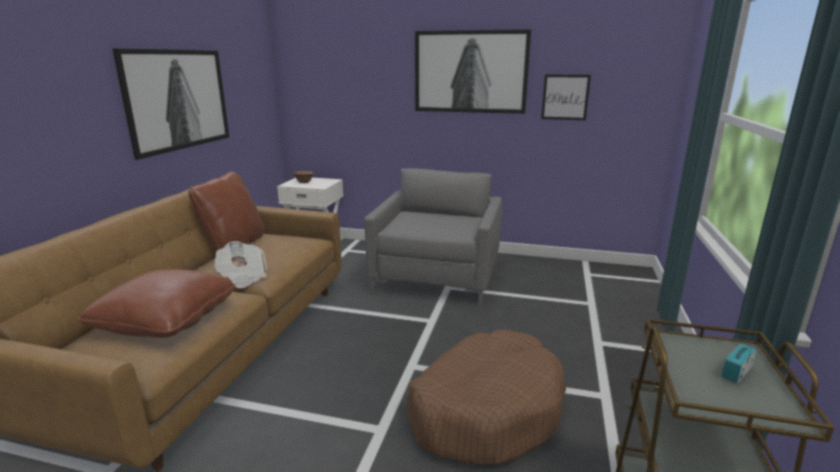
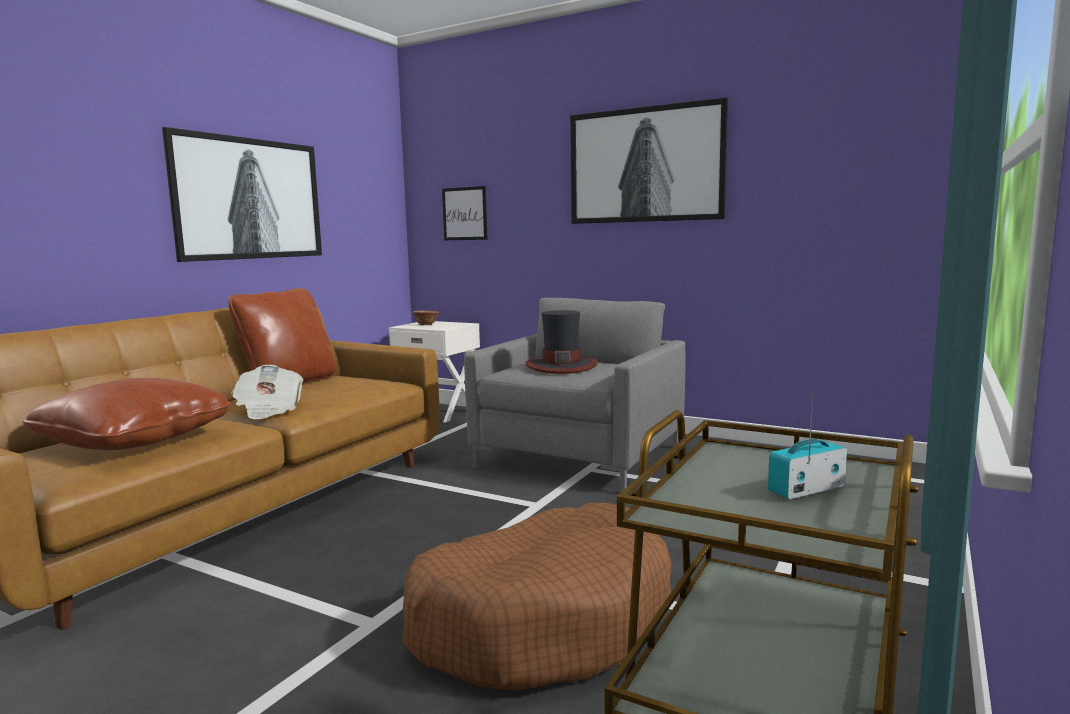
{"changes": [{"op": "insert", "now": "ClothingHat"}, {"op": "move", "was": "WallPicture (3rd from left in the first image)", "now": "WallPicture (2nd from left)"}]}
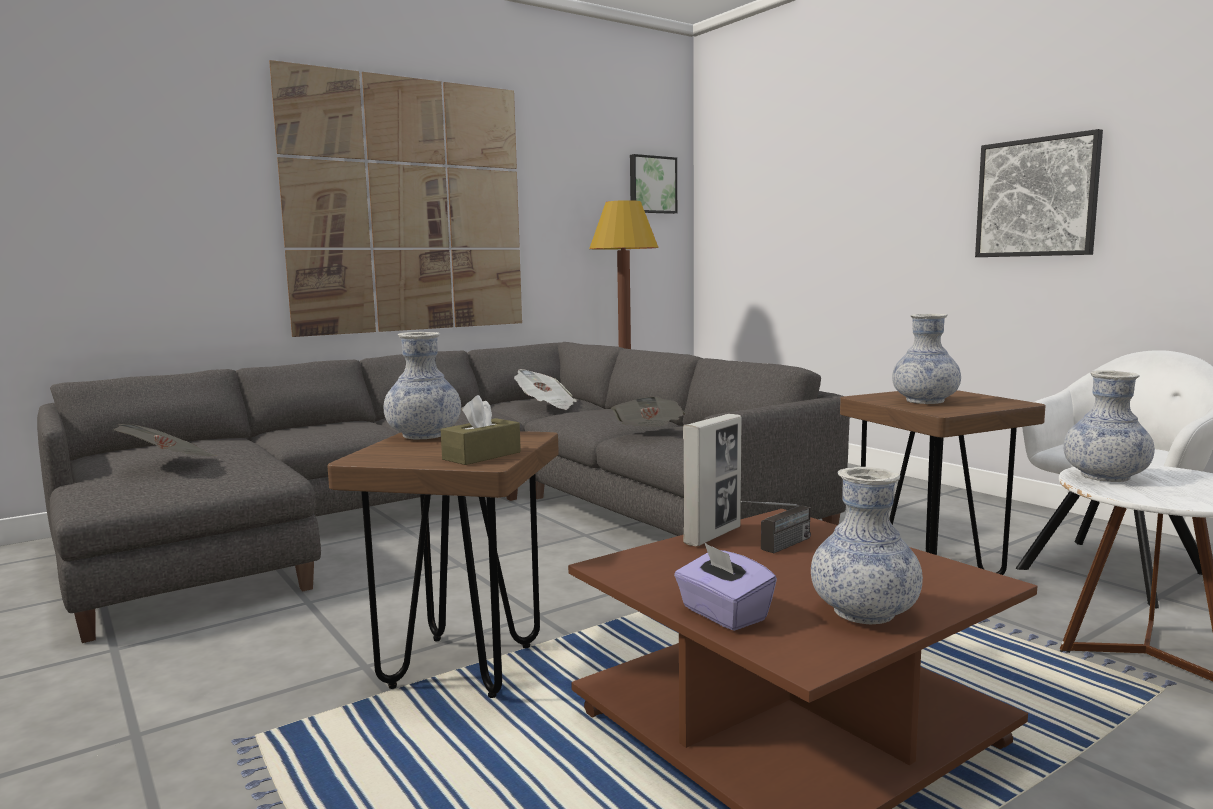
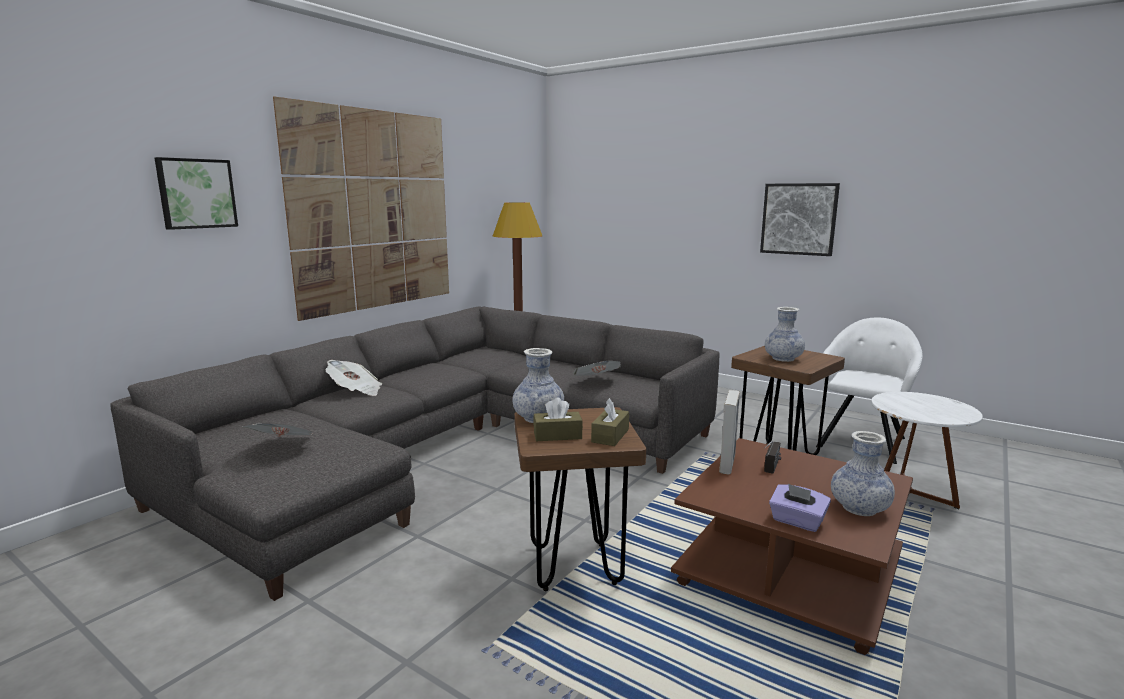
{"changes": [{"op": "delete", "was": "FlowerVase (4th from left)"}, {"op": "insert", "now": "BrownishTissueHolder (1st from left)"}, {"op": "move", "was": "DailyPaper (2nd from left)"}, {"op": "move", "was": "WallPicture (2nd from left in the first image)", "now": "WallPicture (1st from left)"}]}
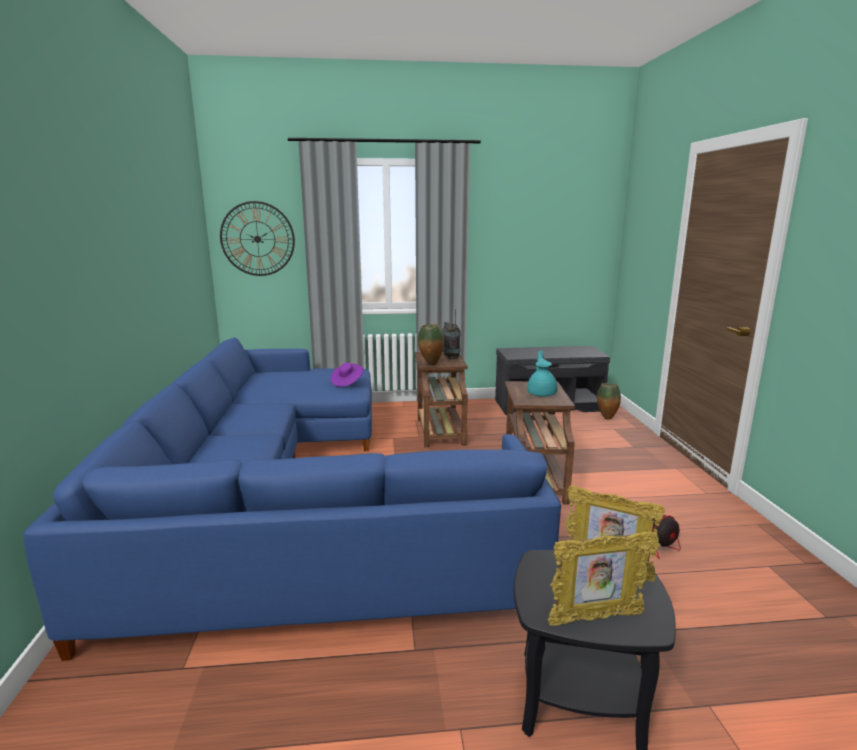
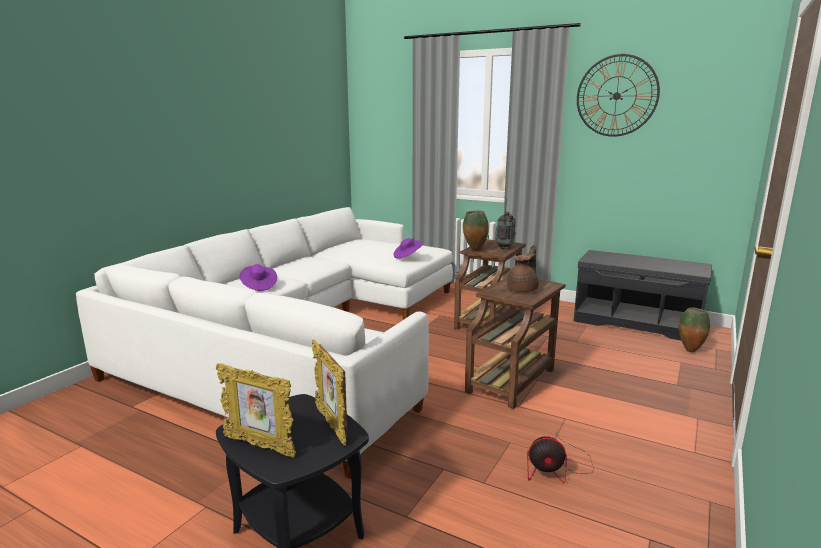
{"changes": [{"op": "insert", "now": "PurpleClothingHat (1st from left)"}, {"op": "move", "was": "ClockOnTheWall"}, {"op": "recolor", "was": "BlueColouredSofa", "now": "WhiteSofa"}, {"op": "recolor", "was": "BlueGreenTeaPot", "now": "BrownishTeaPot"}]}
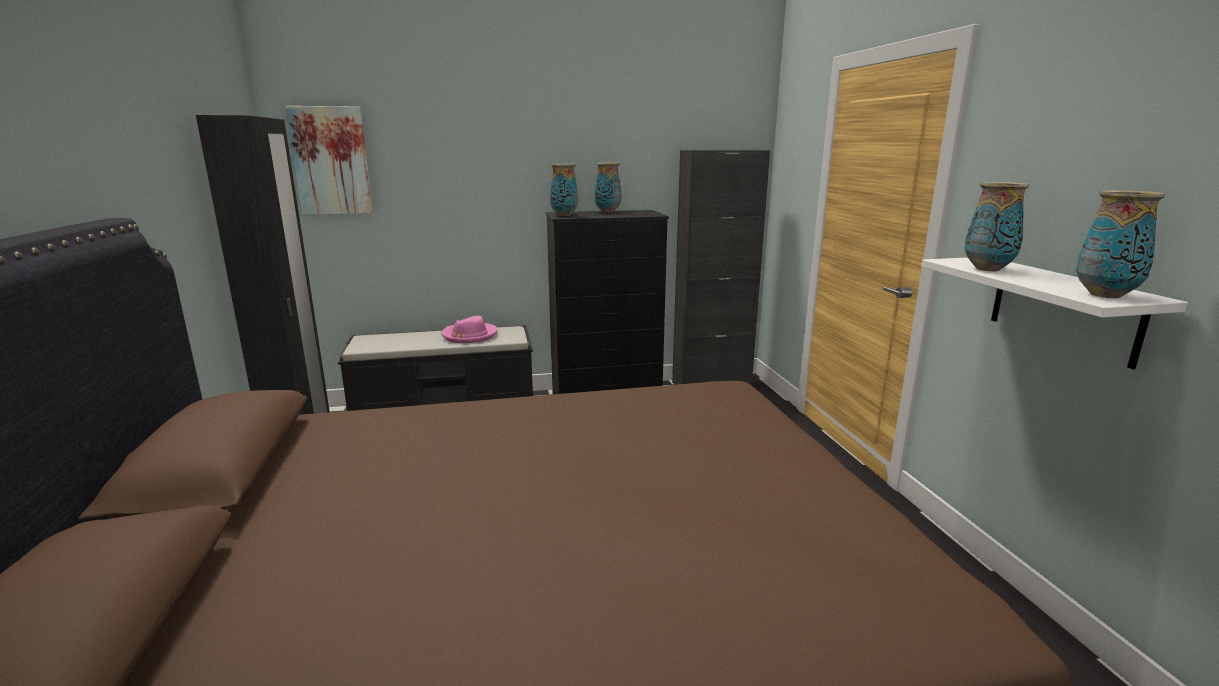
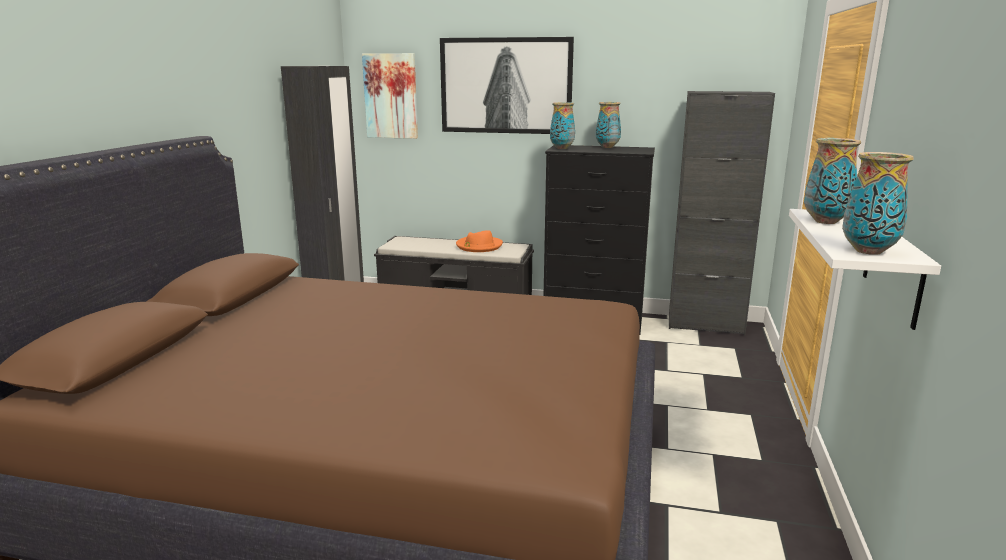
{"changes": [{"op": "insert", "now": "WallPicture (2nd from left)"}, {"op": "recolor", "was": "PinkClothingHat", "now": "OrangeyClothingHat"}]}
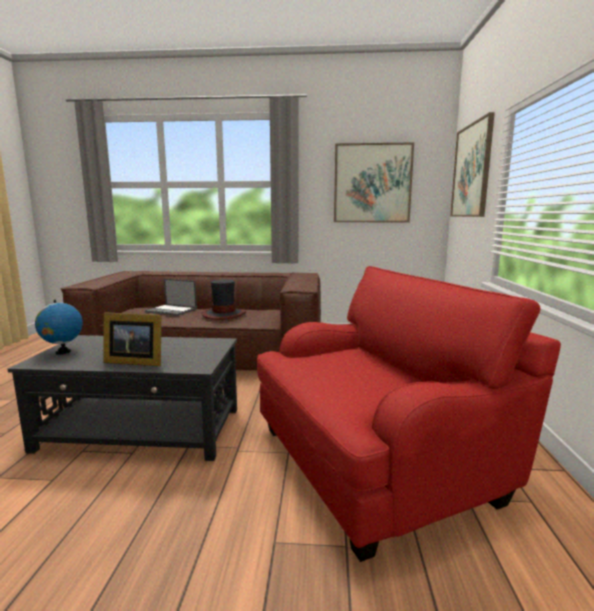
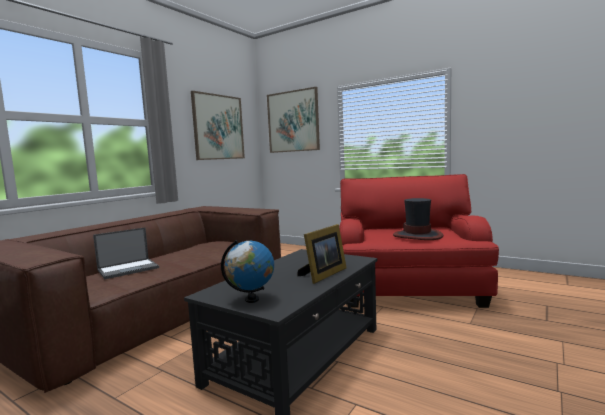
{"changes": [{"op": "move", "was": "ClothingHat"}]}
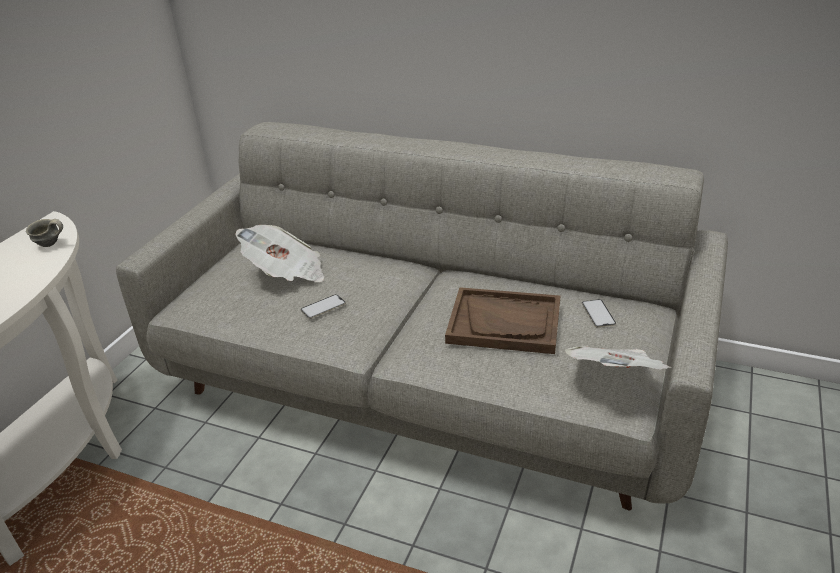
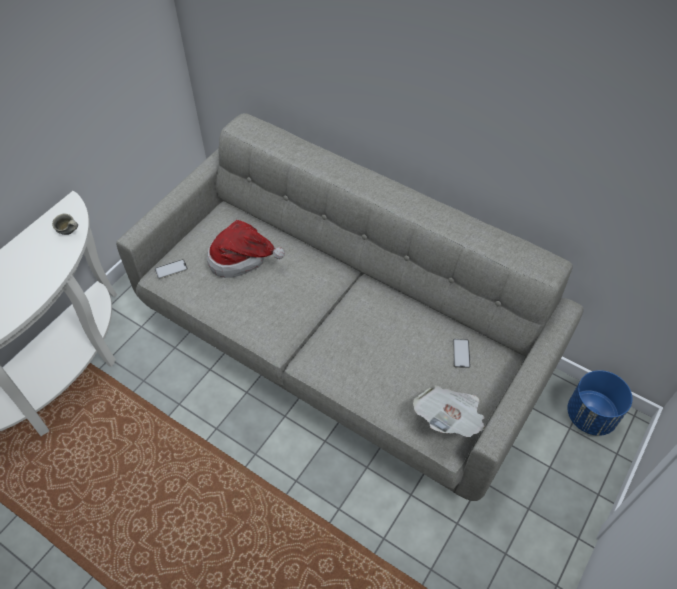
{"changes": [{"op": "delete", "was": "BrownishCarryingTray"}, {"op": "insert", "now": "BlueColouredFlowerPot"}, {"op": "move", "was": "Handset (1st from left)"}, {"op": "replace", "was": "DailyPaper (1st from left)", "now": "ClothingHat"}]}
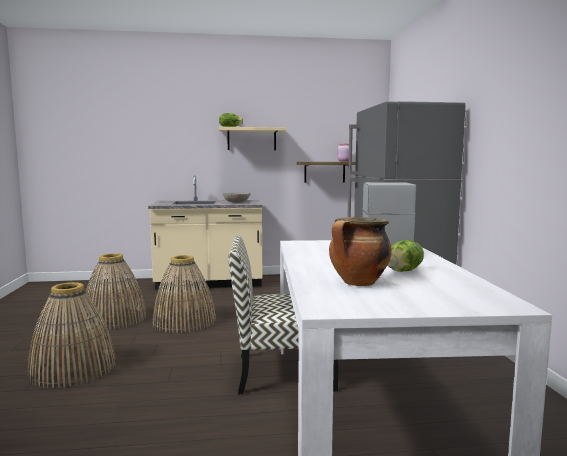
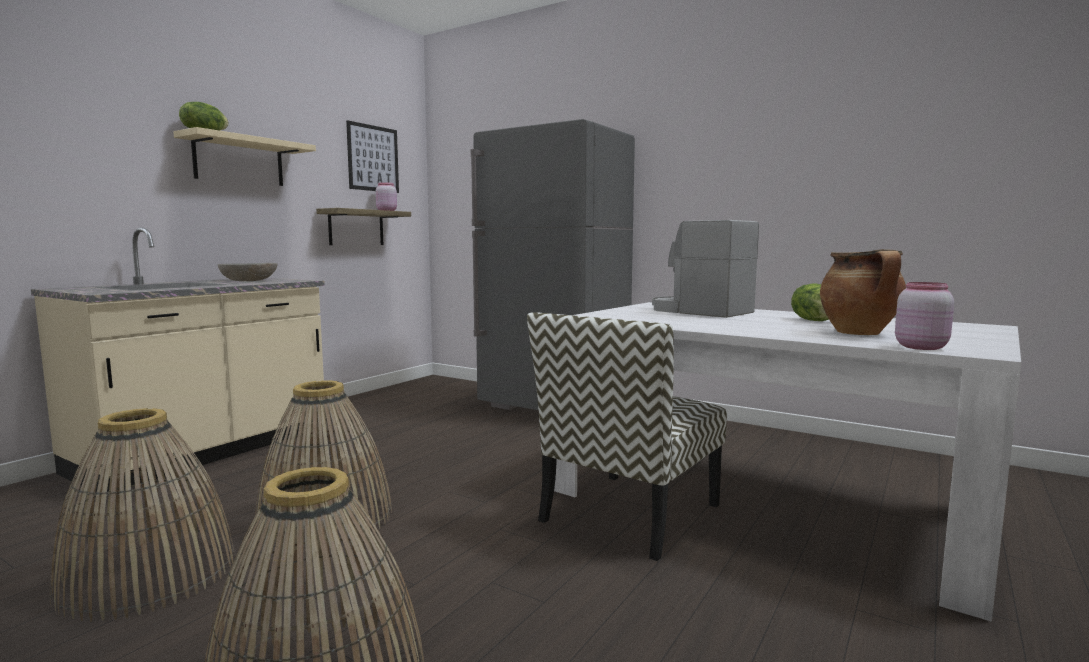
{"changes": [{"op": "insert", "now": "WallPicture"}, {"op": "insert", "now": "PinkPreserveJar (2nd from left)"}]}
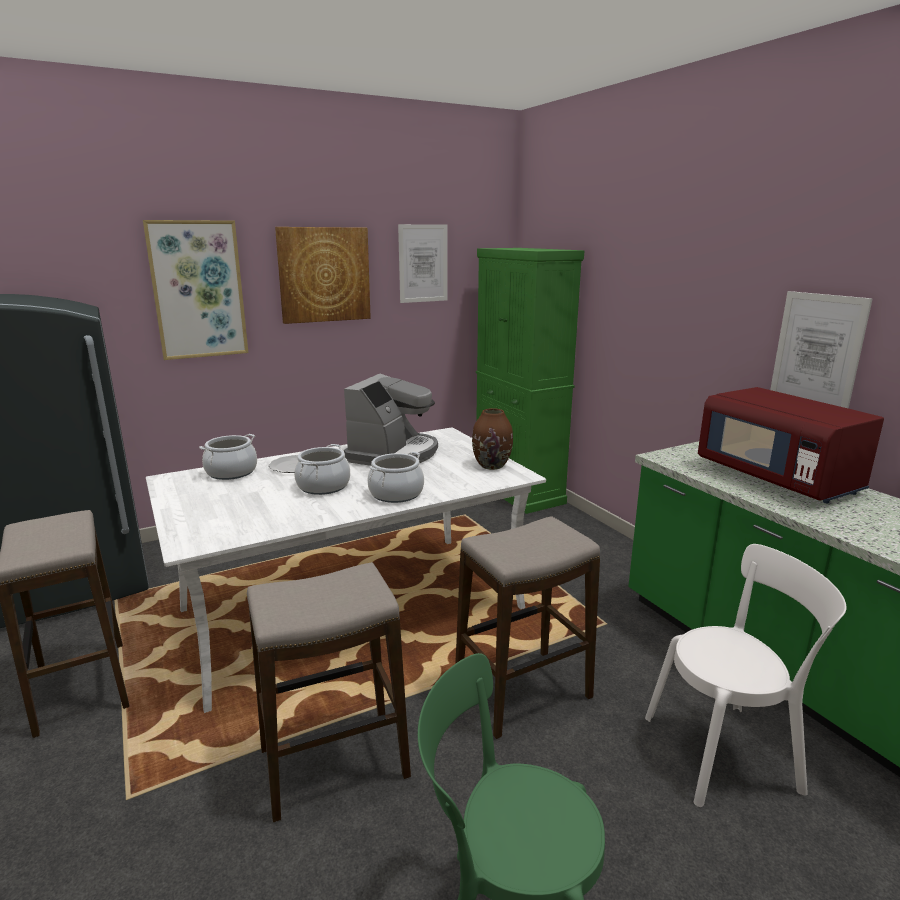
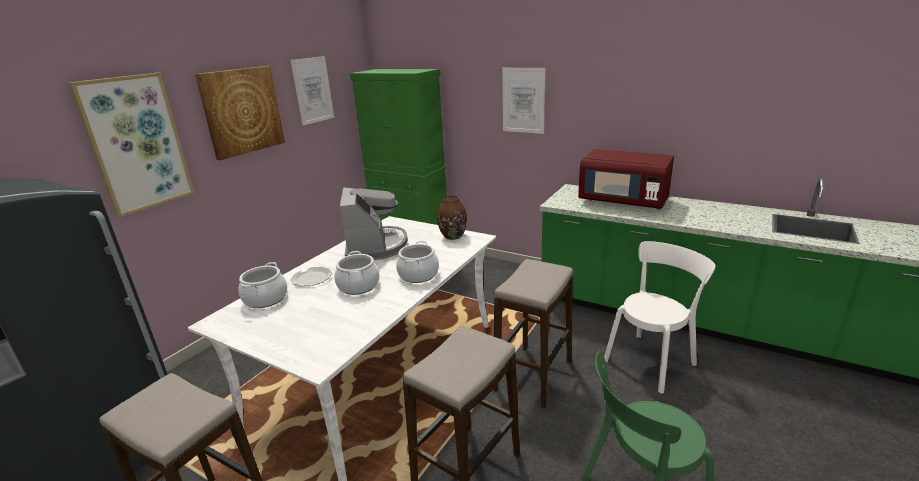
{"changes": [{"op": "move", "was": "WallPicture (4th from left)"}]}
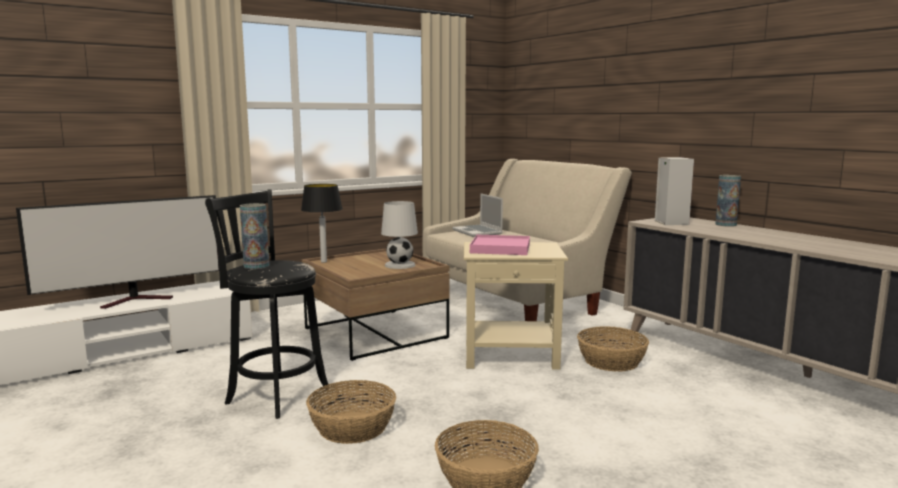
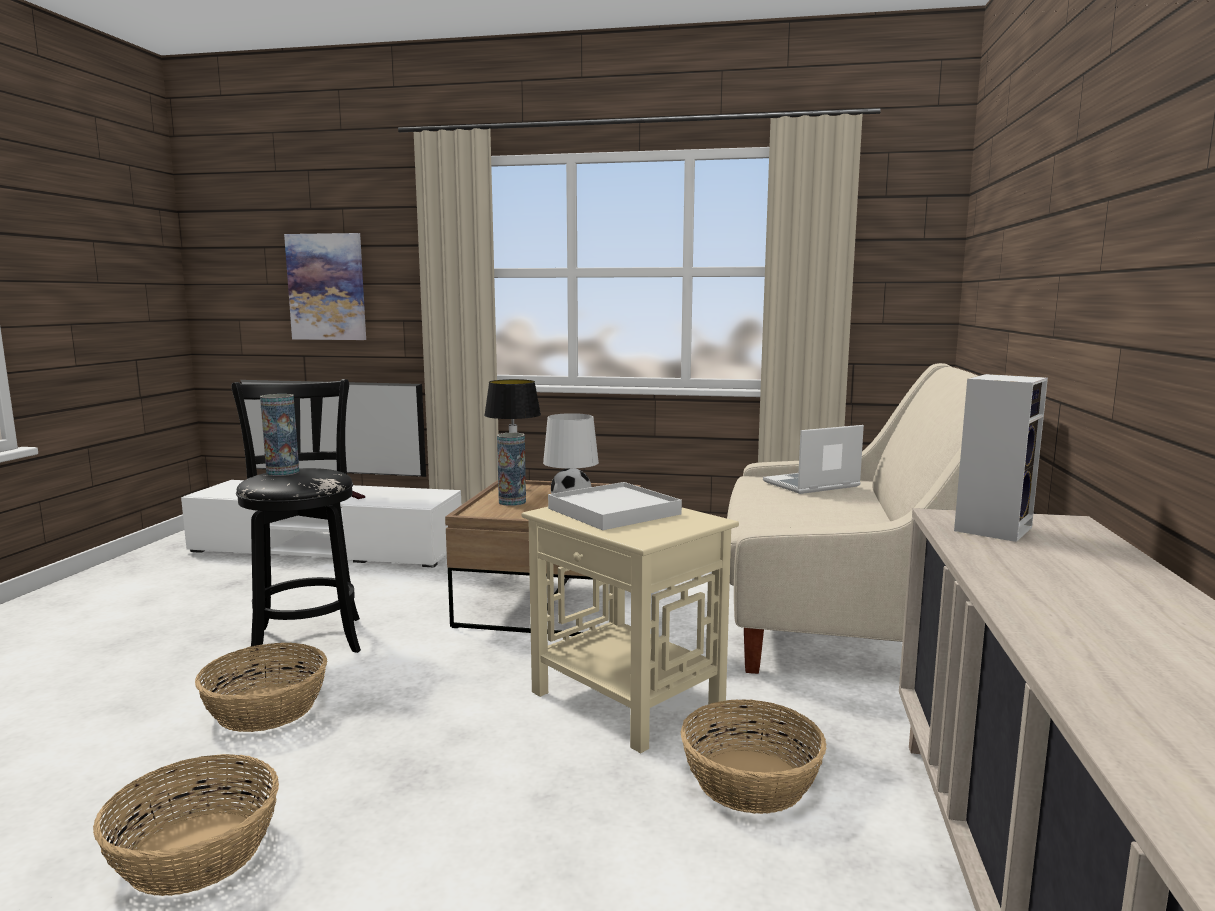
{"changes": [{"op": "insert", "now": "WallPicture"}, {"op": "move", "was": "FlowerVase (2nd from left)"}, {"op": "recolor", "was": "PinkCarryingTray", "now": "WhiteCarryingTray"}, {"op": "rotate", "was": "NotebookComputer", "clockwise": 45}]}
